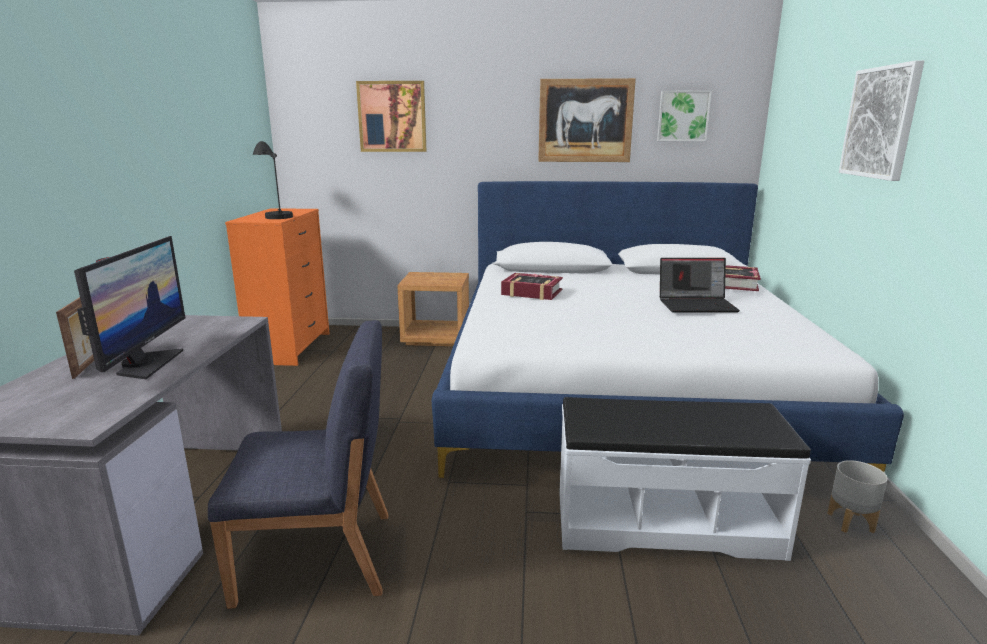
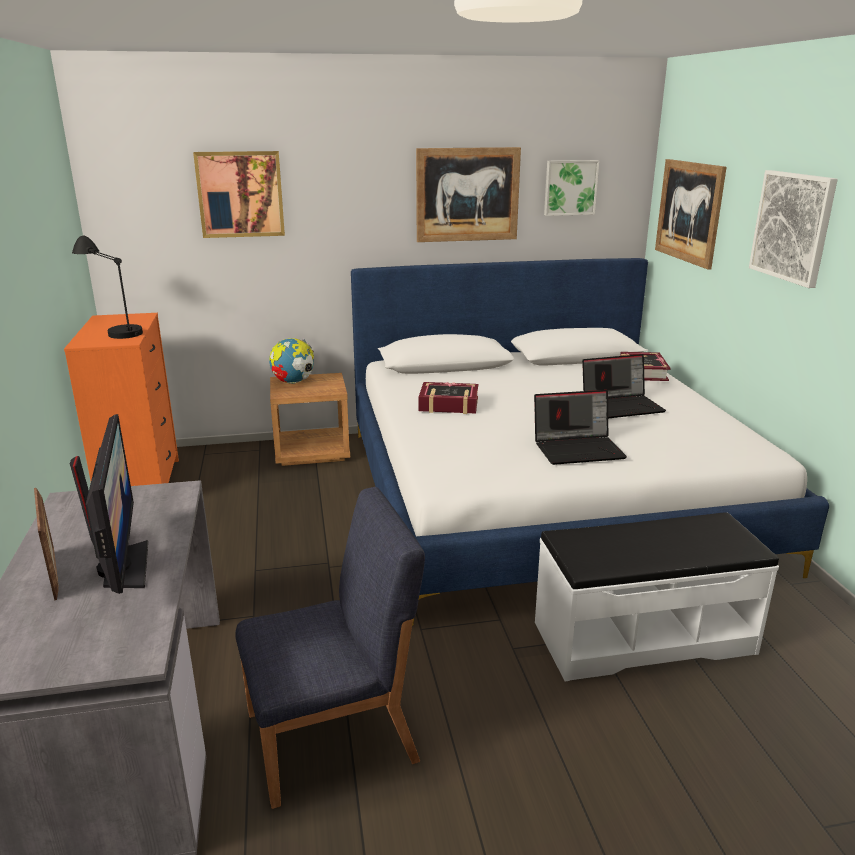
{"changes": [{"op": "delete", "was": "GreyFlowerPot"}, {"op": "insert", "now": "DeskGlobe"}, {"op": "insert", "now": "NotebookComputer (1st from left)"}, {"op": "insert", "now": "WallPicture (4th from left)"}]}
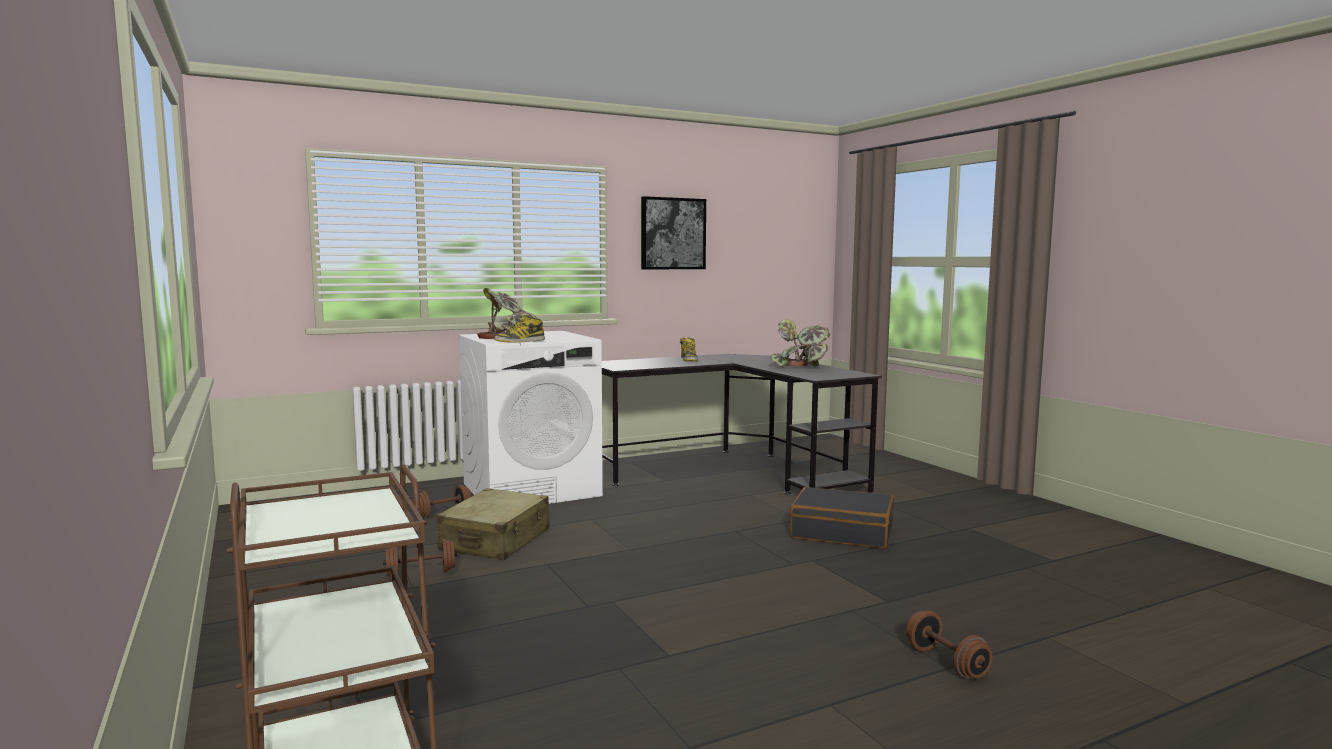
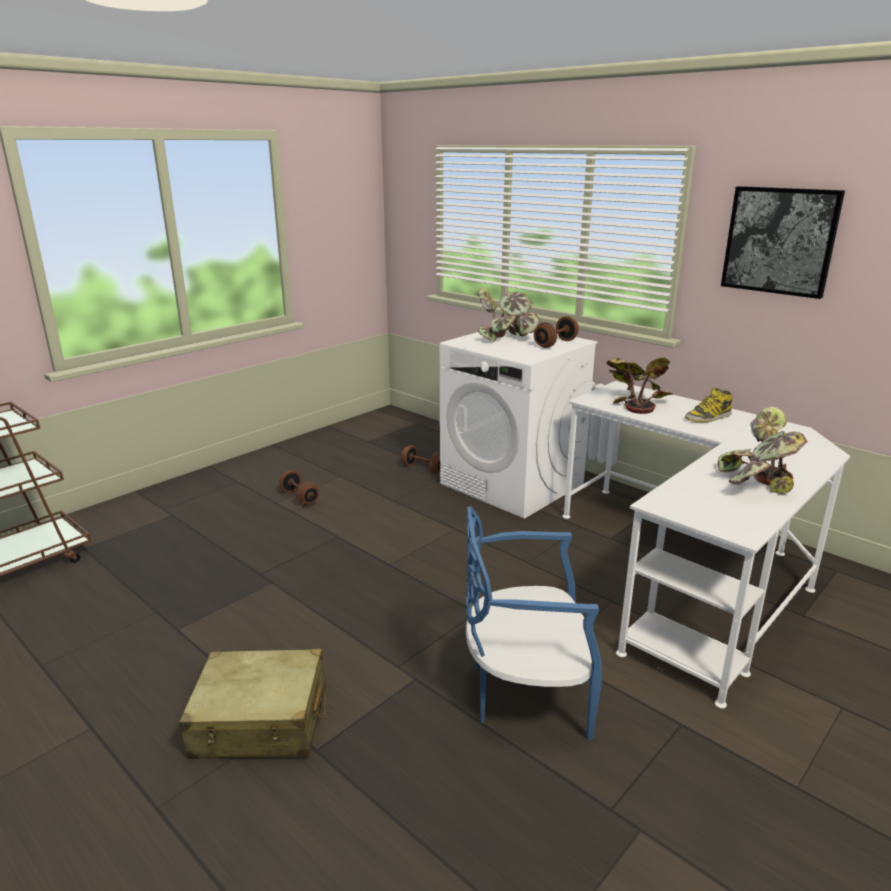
{"changes": [{"op": "delete", "was": "Boot (1st from left)"}, {"op": "insert", "now": "Houseplant (2nd from left)"}, {"op": "move", "was": "SandColouredSuitcase"}, {"op": "move", "was": "BrownishDumbbell (3rd from left)"}, {"op": "replace", "was": "BlackSuitcase", "now": "BlueColouredUprightChair"}, {"op": "recolor", "was": "BlackDesk", "now": "WhiteDesk"}]}
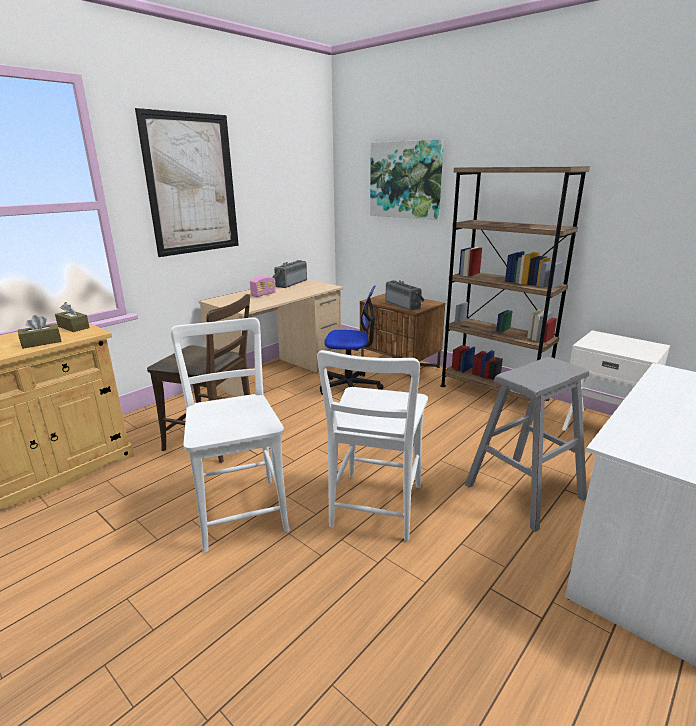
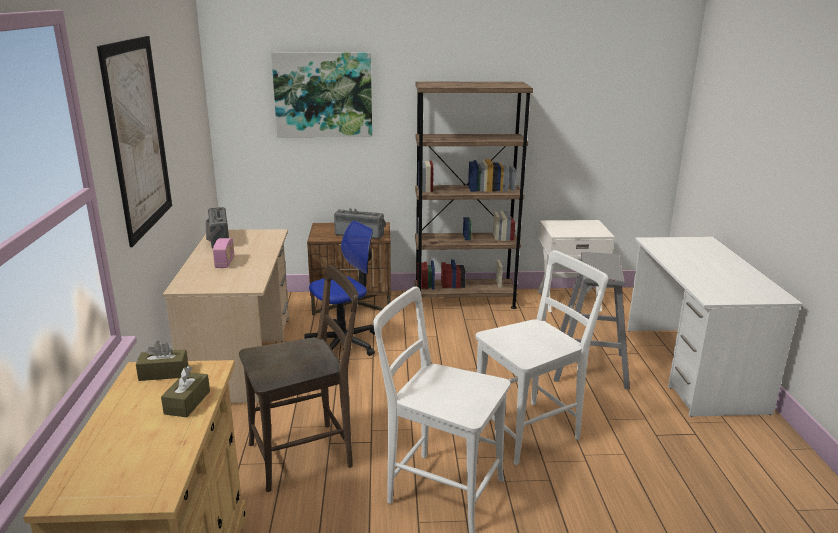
{"changes": [{"op": "rotate", "was": "WhiteUprightChair (2nd from left)", "clockwise": -90}]}
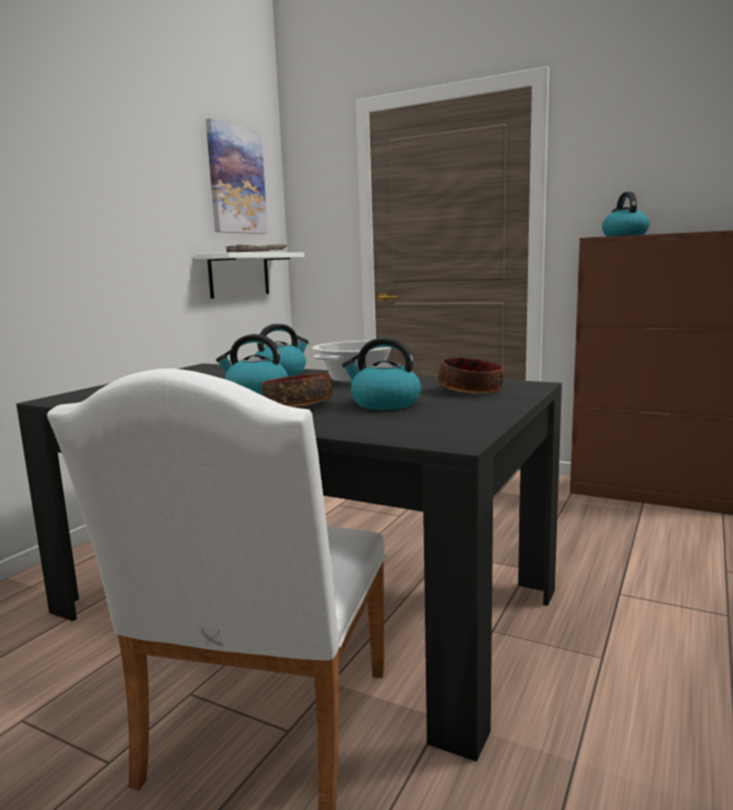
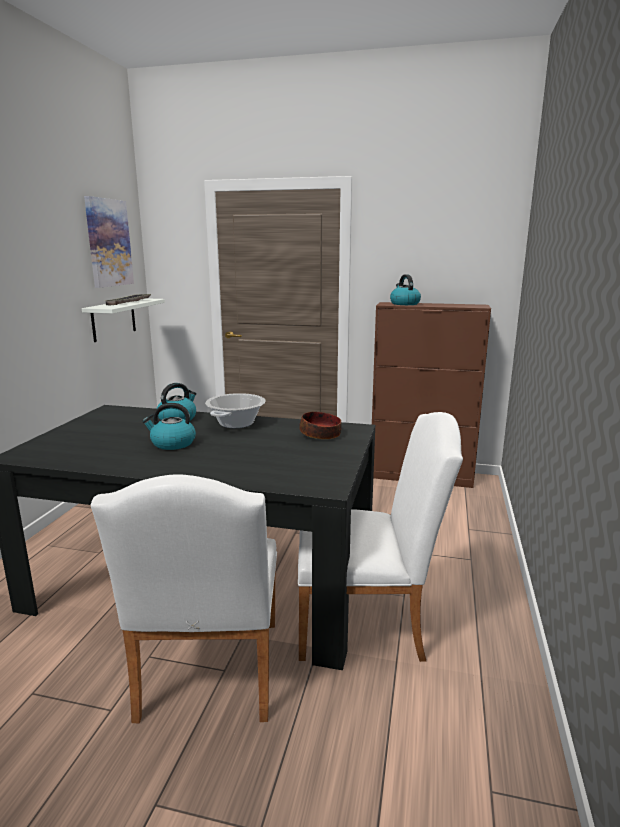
{"changes": [{"op": "delete", "was": "DeepDish (1st from left)"}, {"op": "delete", "was": "Kettle (3rd from left)"}, {"op": "insert", "now": "WhiteUprightChair (2nd from left)"}]}
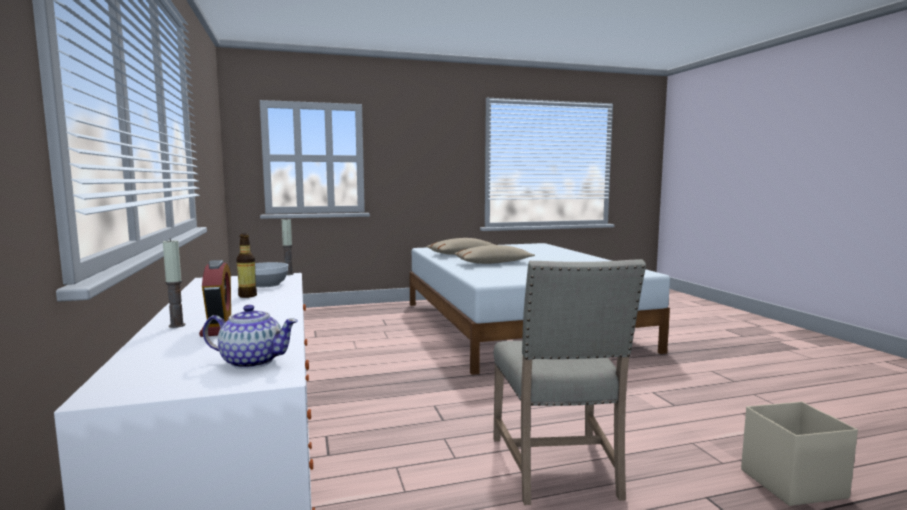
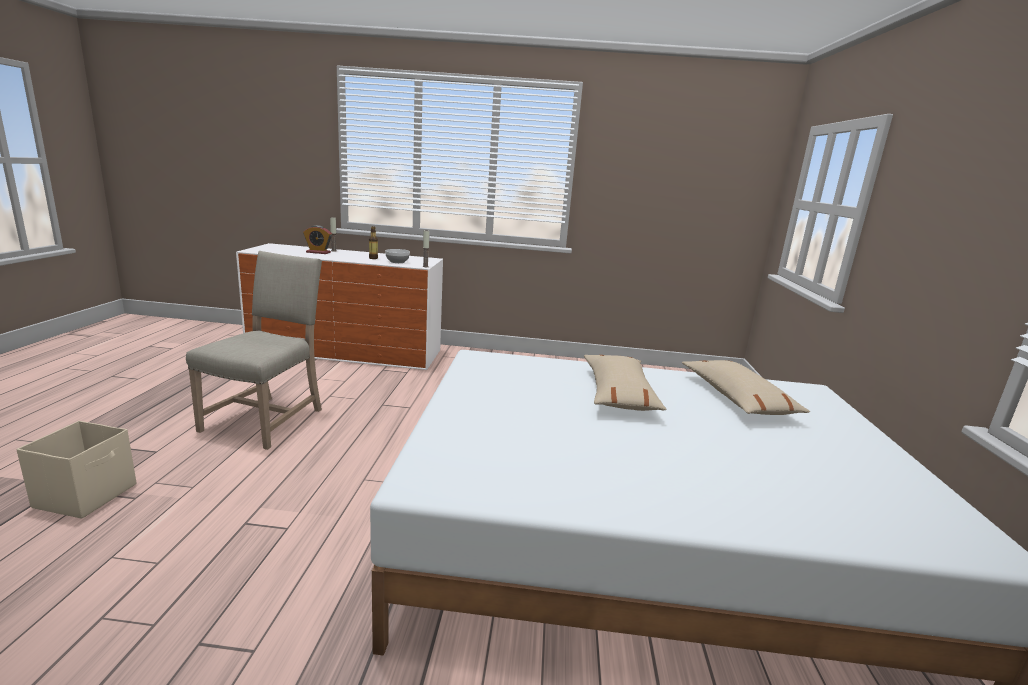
{"changes": [{"op": "delete", "was": "TeaPot"}, {"op": "rotate", "was": "SandColouredUprightChair", "clockwise": 90}]}
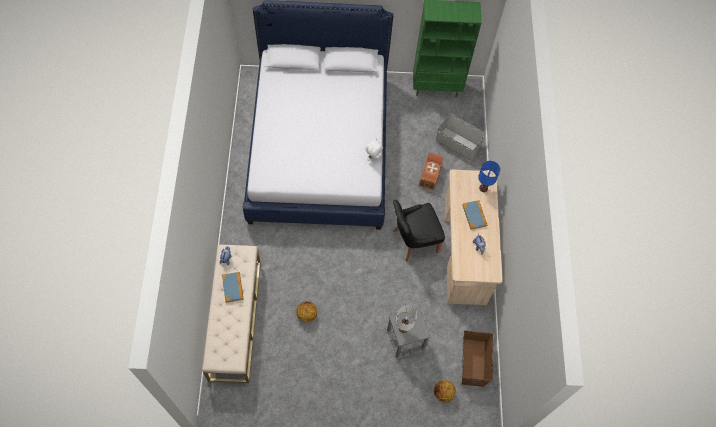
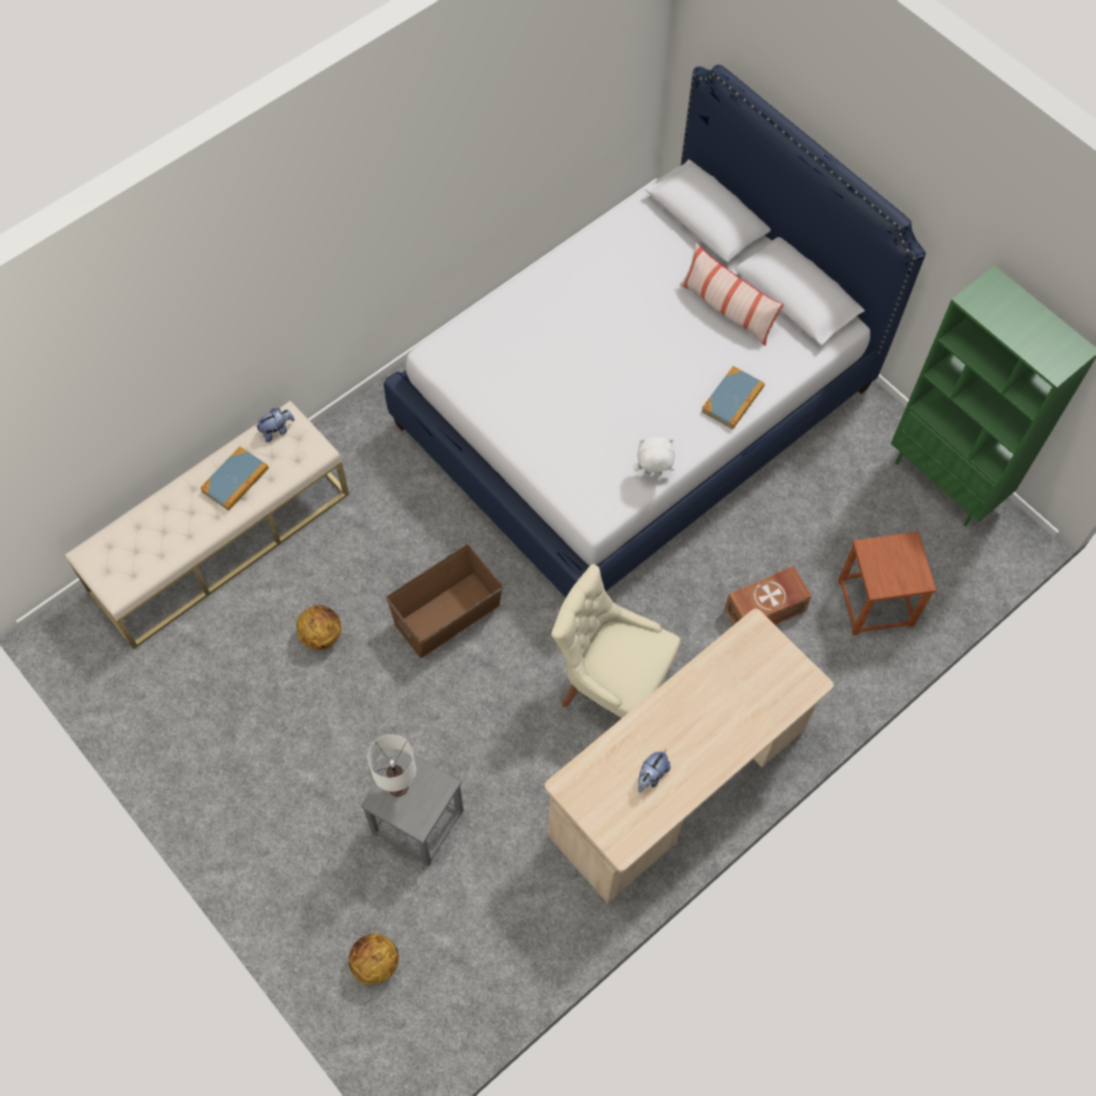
{"changes": [{"op": "delete", "was": "BlueColouredTableLamp"}, {"op": "insert", "now": "ThrowPillow"}, {"op": "move", "was": "Book (2nd from left)"}, {"op": "move", "was": "BrownishStorageBin (2nd from left in the first image)", "now": "BrownishStorageBin (1st from left)"}, {"op": "replace", "was": "GreyStorageBin", "now": "BrownishStool"}, {"op": "recolor", "was": "BlackUprightChair", "now": "SandColouredUprightChair"}]}
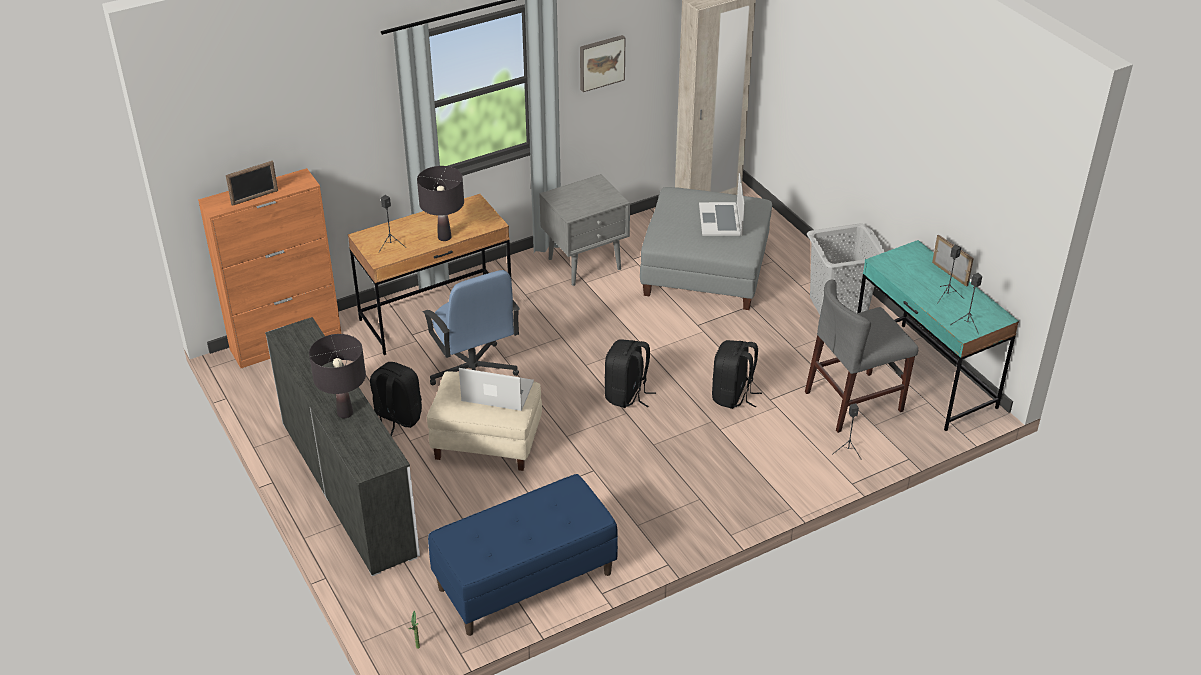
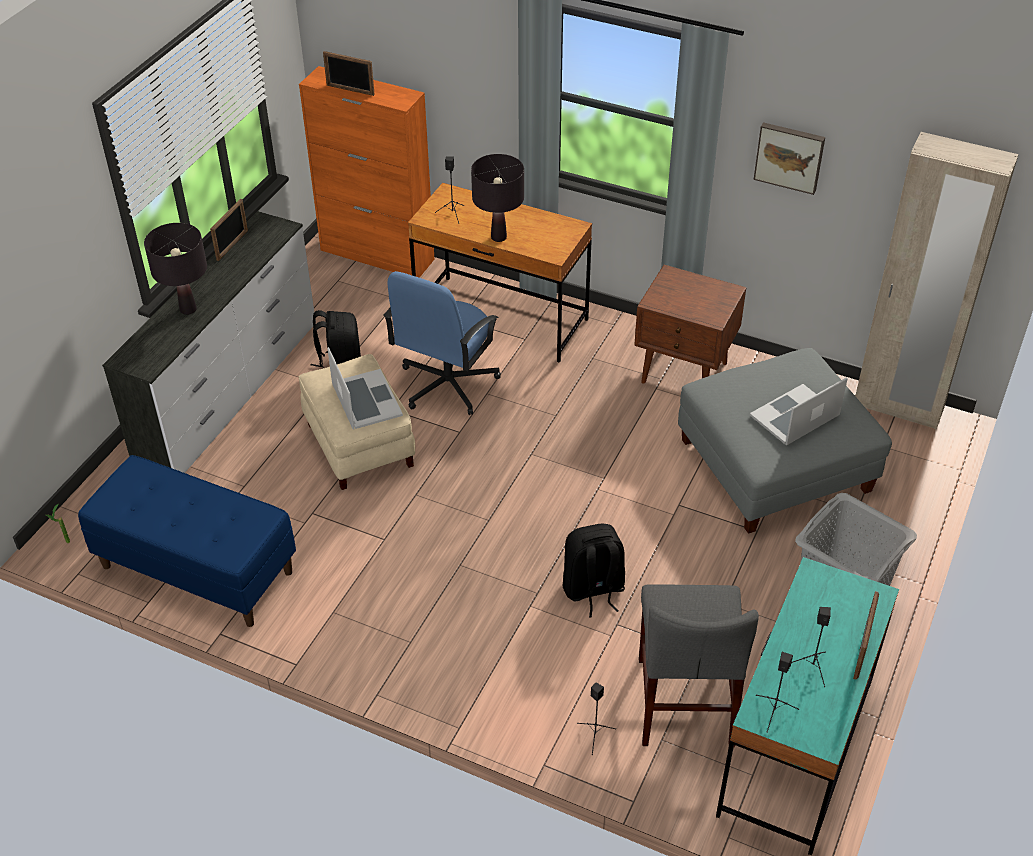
{"changes": [{"op": "delete", "was": "BlackKnapsack (2nd from left)"}, {"op": "insert", "now": "PictureFrame (1st from left)"}, {"op": "recolor", "was": "GreyNightTable", "now": "BrownishNightTable"}, {"op": "rotate", "was": "GreyUprightChair", "clockwise": -120}]}
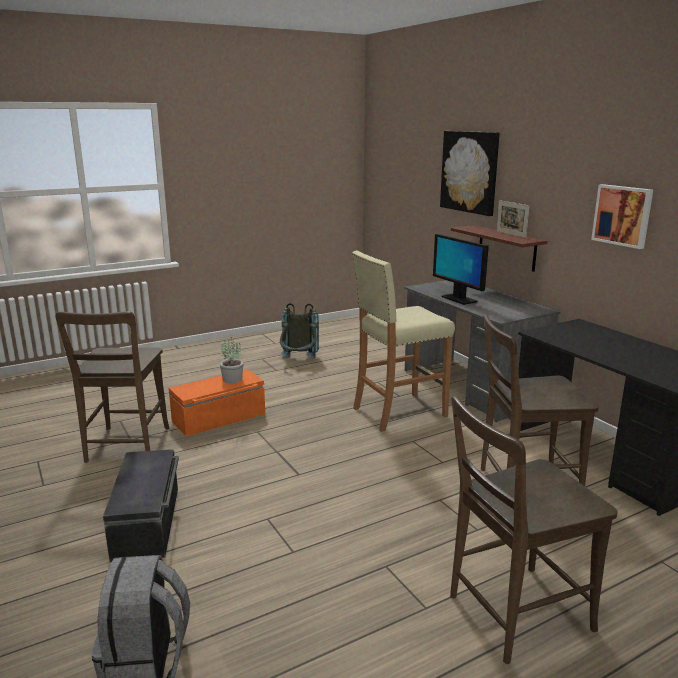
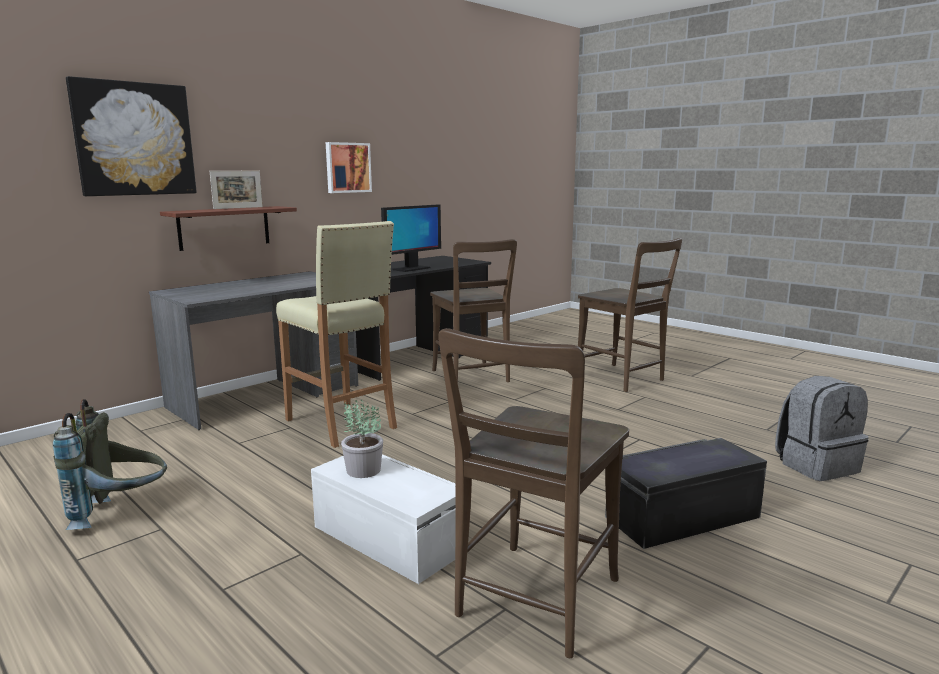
{"changes": [{"op": "move", "was": "Monitor"}, {"op": "recolor", "was": "OrangeyStorageBin", "now": "WhiteStorageBin"}, {"op": "rotate", "was": "BrownishUprightChair (1st from left in the first image)", "clockwise": 135}]}
